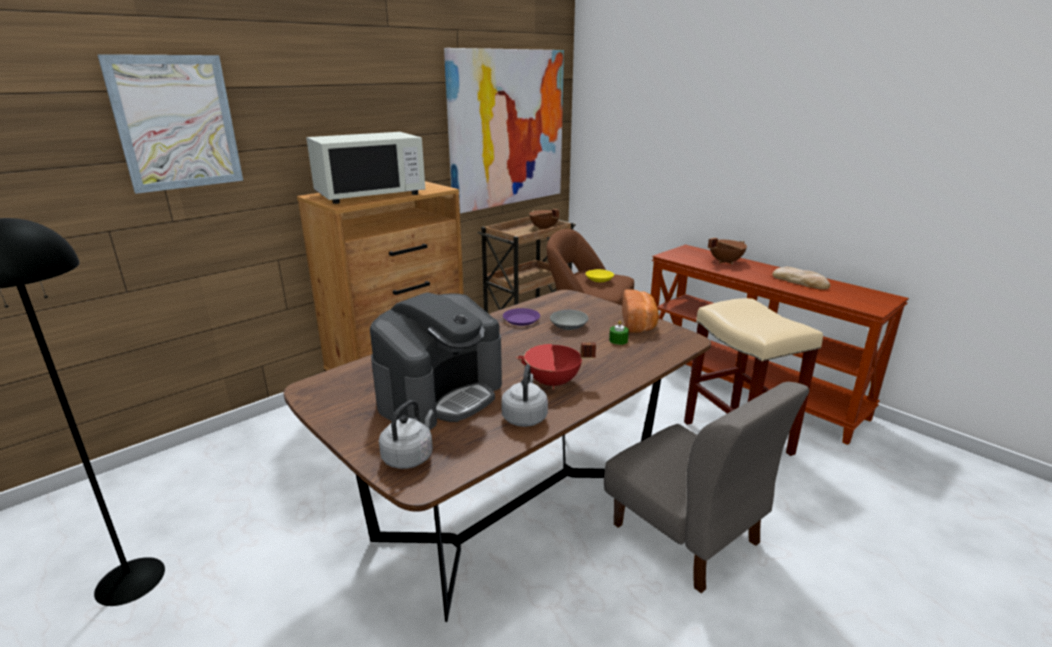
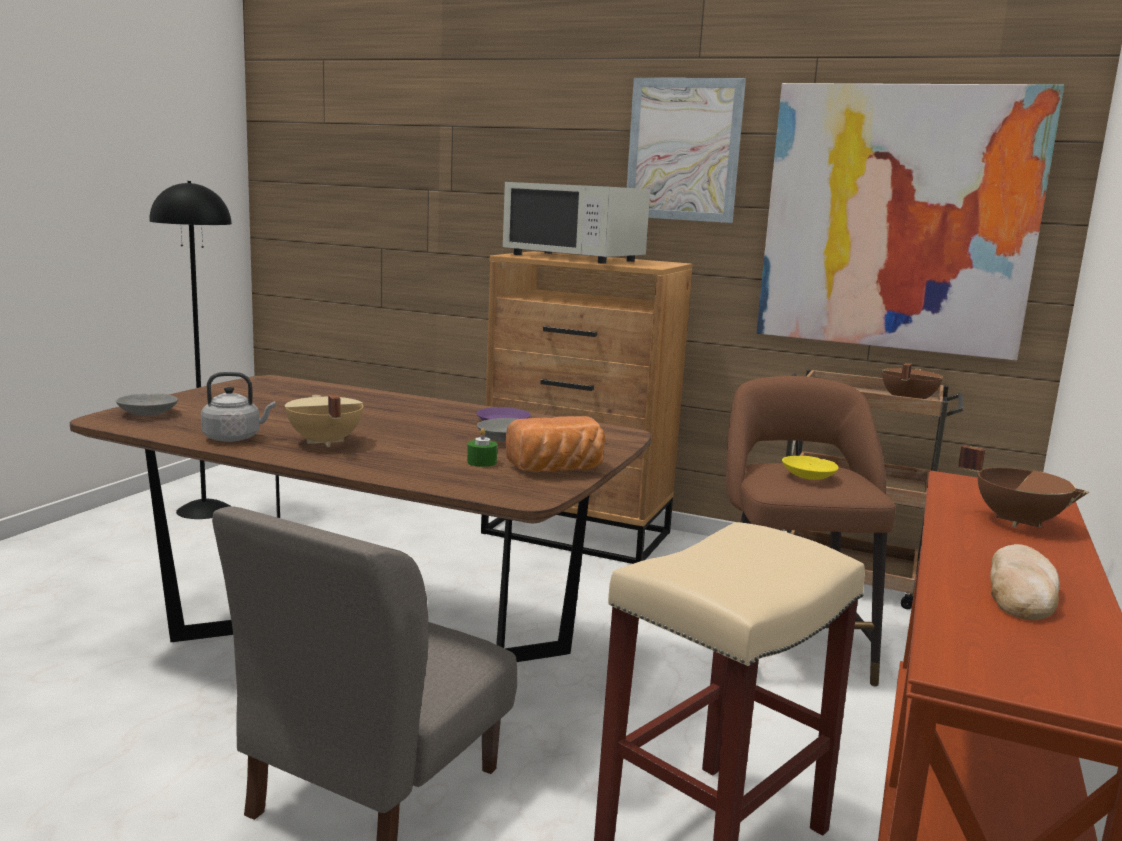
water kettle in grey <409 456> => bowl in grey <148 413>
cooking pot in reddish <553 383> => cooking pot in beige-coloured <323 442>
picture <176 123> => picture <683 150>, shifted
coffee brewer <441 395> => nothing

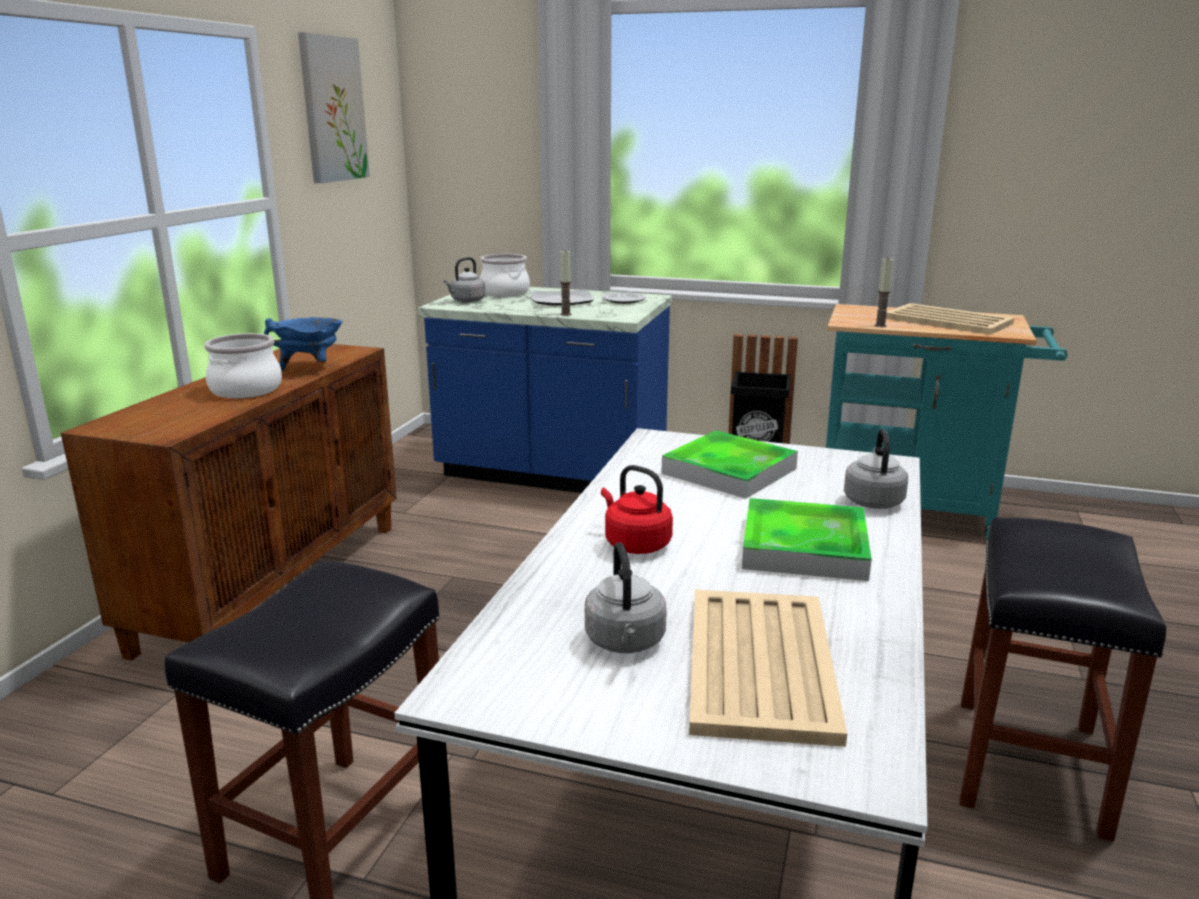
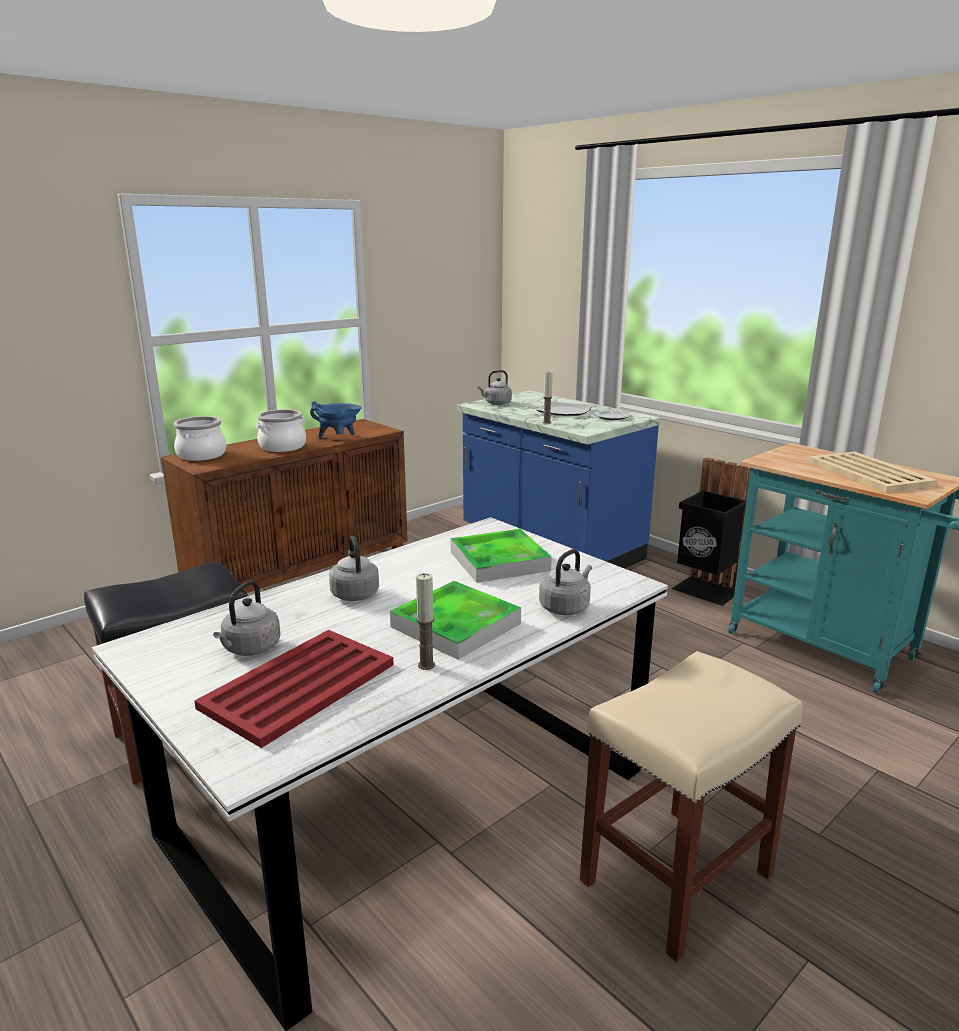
cooking pot <505 293> => cooking pot <202 455>, shifted
tray in beige-coloured <759 665> => tray in reddish <297 686>
water kettle in reddish <635 544> => water kettle in grey <354 593>
candle <880 326> => candle <426 665>, shifted
stool in black-coloured <1031 767> => stool in beige-coloured <676 880>
picture <332 109> => nothing

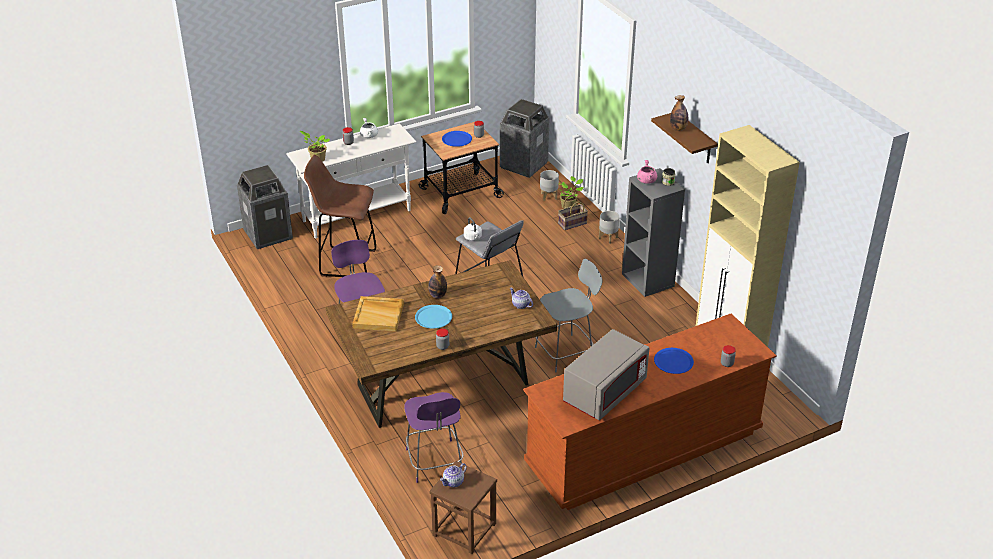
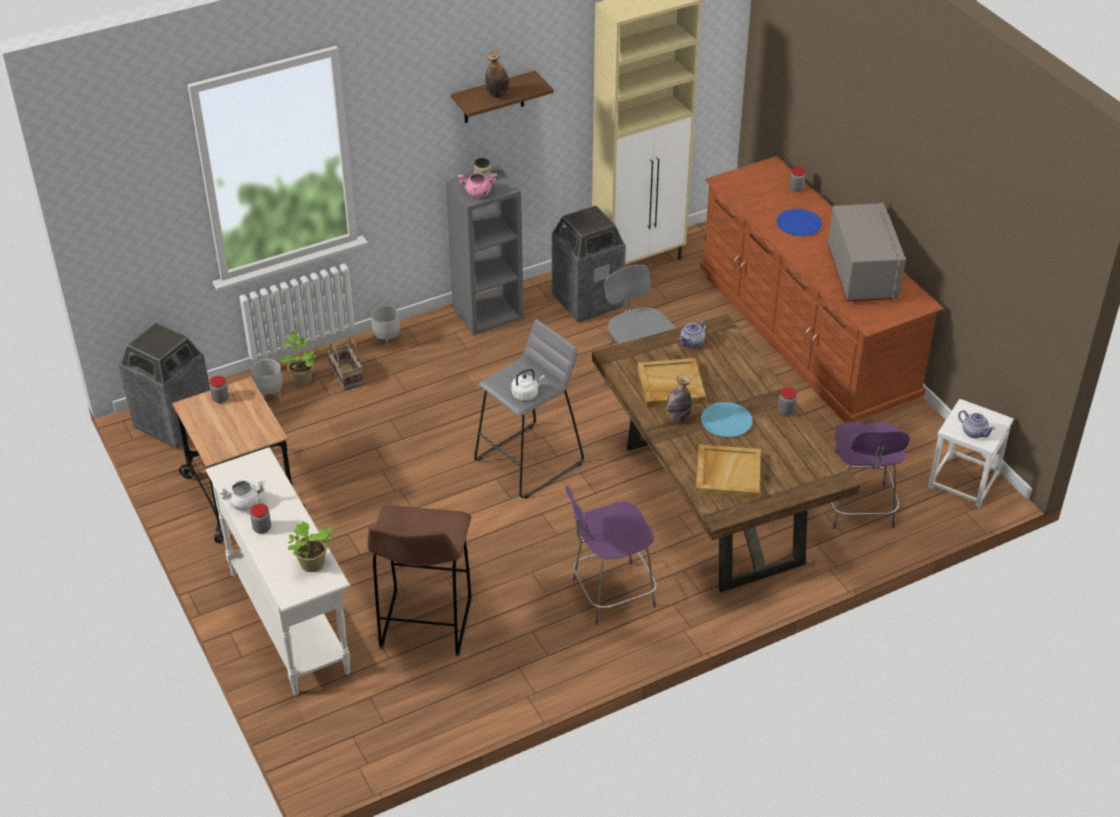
rubbish bin <268 234> => rubbish bin <587 300>, shifted
nothing => tray in beige-coloured <670 386>
microwave in grey <605 392> => microwave in grey <861 274>, 45 degrees clockwise
upright chair in purple-coloured <434 463> => upright chair in purple-coloured <859 509>, 105 degrees clockwise
stool in brownish <465 529> => stool in white-coloured <962 480>
plate in blue-coloured <457 139> => nothing

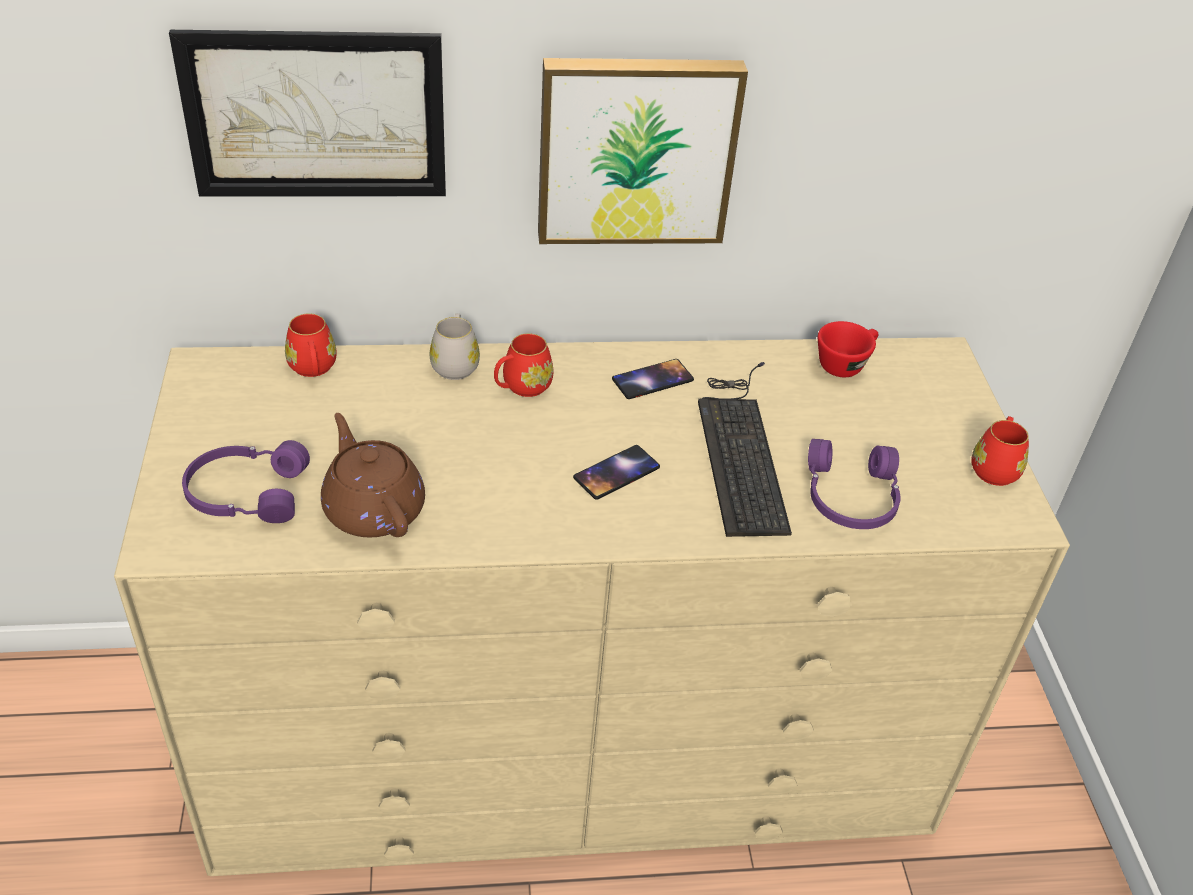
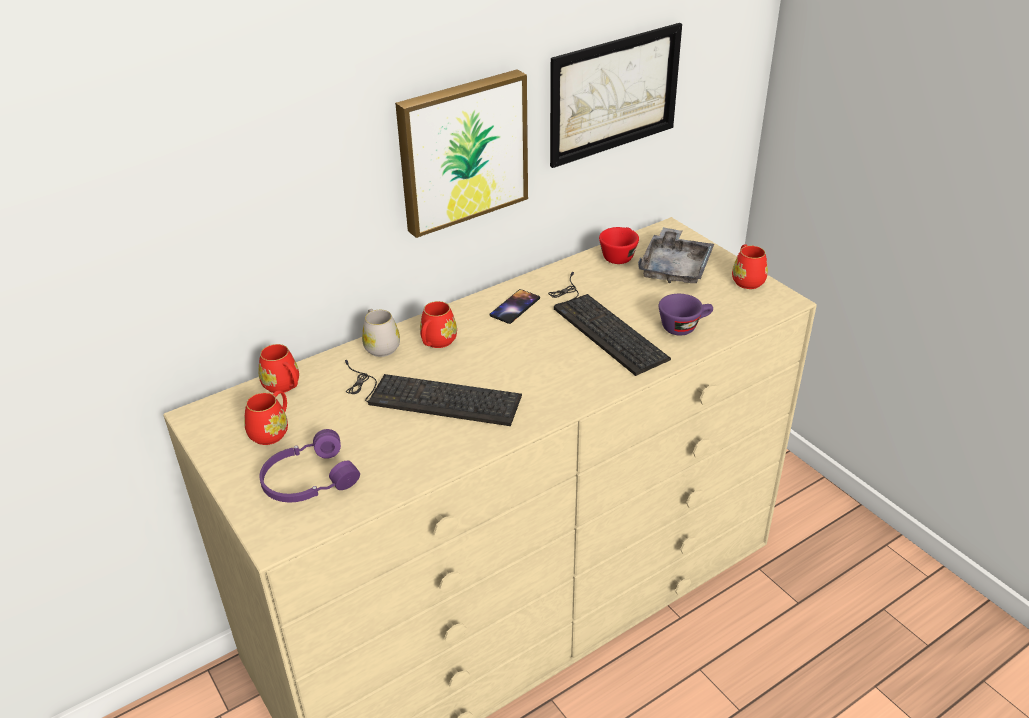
nothing => coffee mug in reddish <272 431>
nothing => computer keyboard <427 396>
picture <316 115> => picture <614 94>, shifted
nothing => tray in grey <675 268>
headset in purple-coloured <849 497> => drinking cup in purple-coloured <684 326>
tea pot in brownish <373 509> => nothing
handset <617 473> => nothing

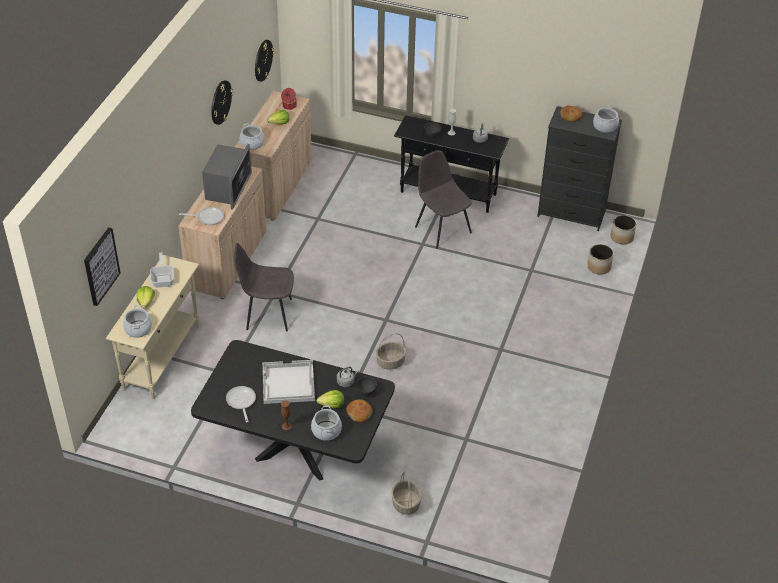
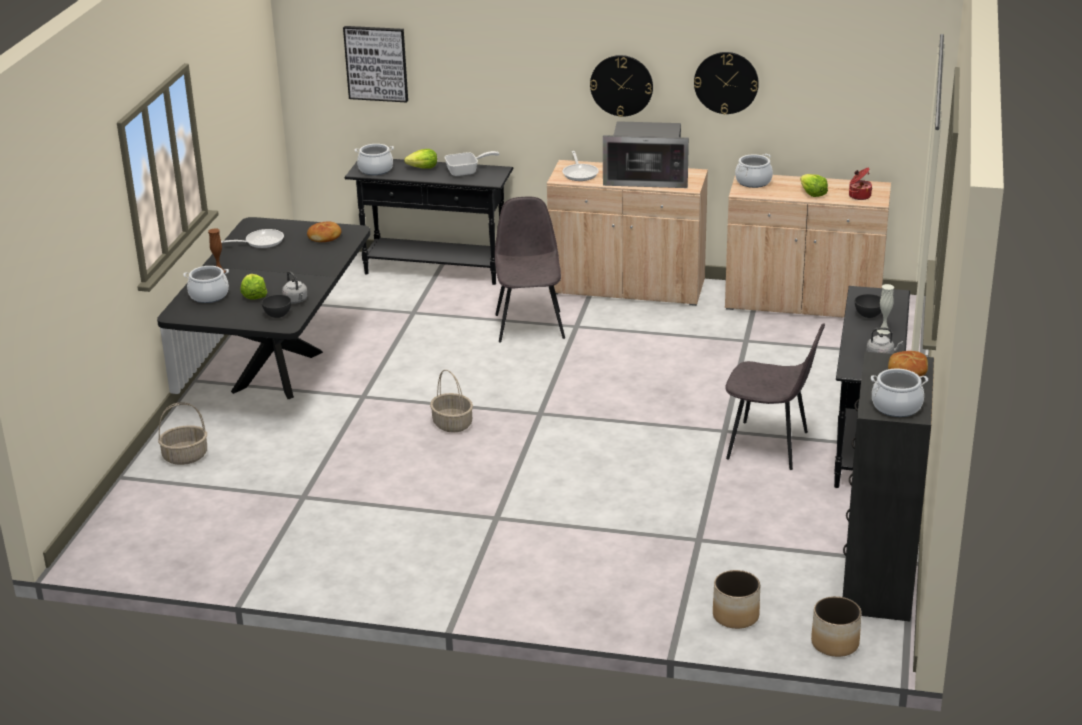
bread <359 413> => bread <325 237>, shifted
hall table in beige-coloured <162 357> => hall table in black-coloured <435 270>
hanging clock <263 60> => hanging clock <621 85>, shifted
upright chair in grey <442 229> => upright chair in grey <770 446>, 60 degrees clockwise
tray in white-coloured <288 383> => nothing

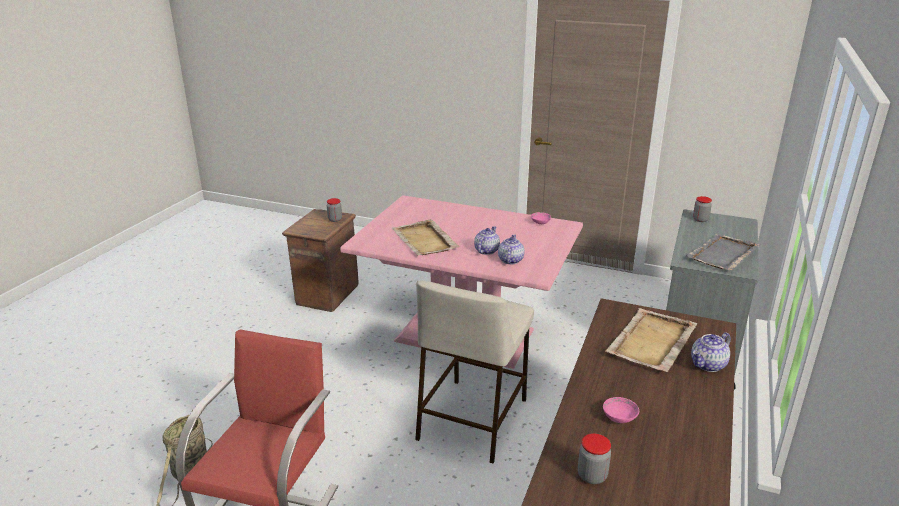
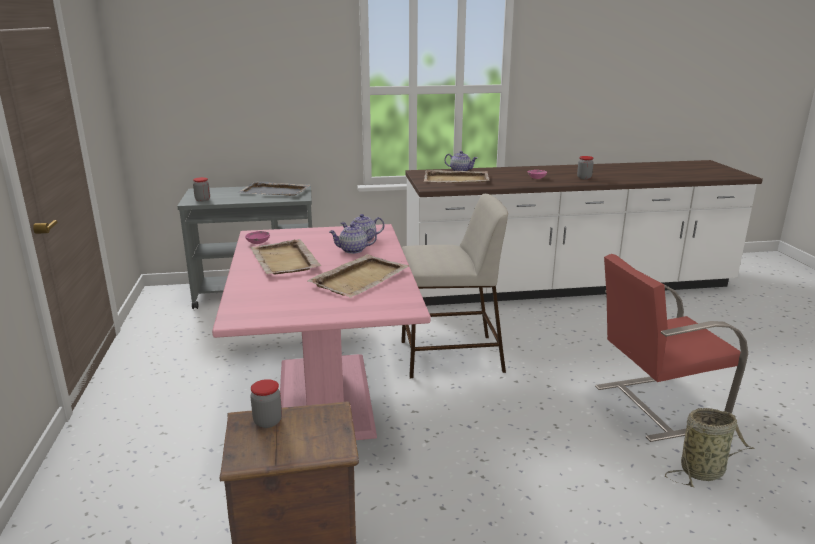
nothing => tray in beige-coloured <284 260>

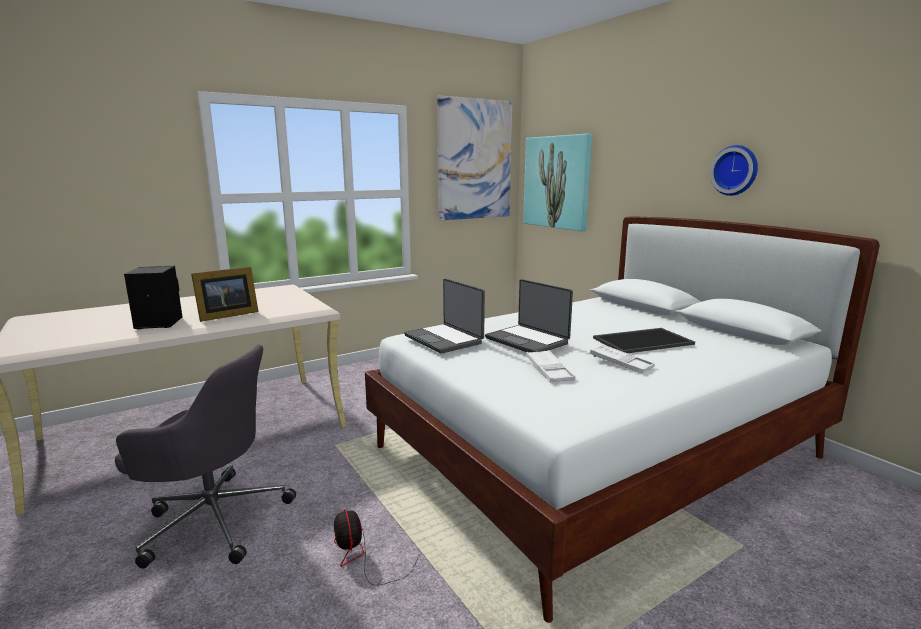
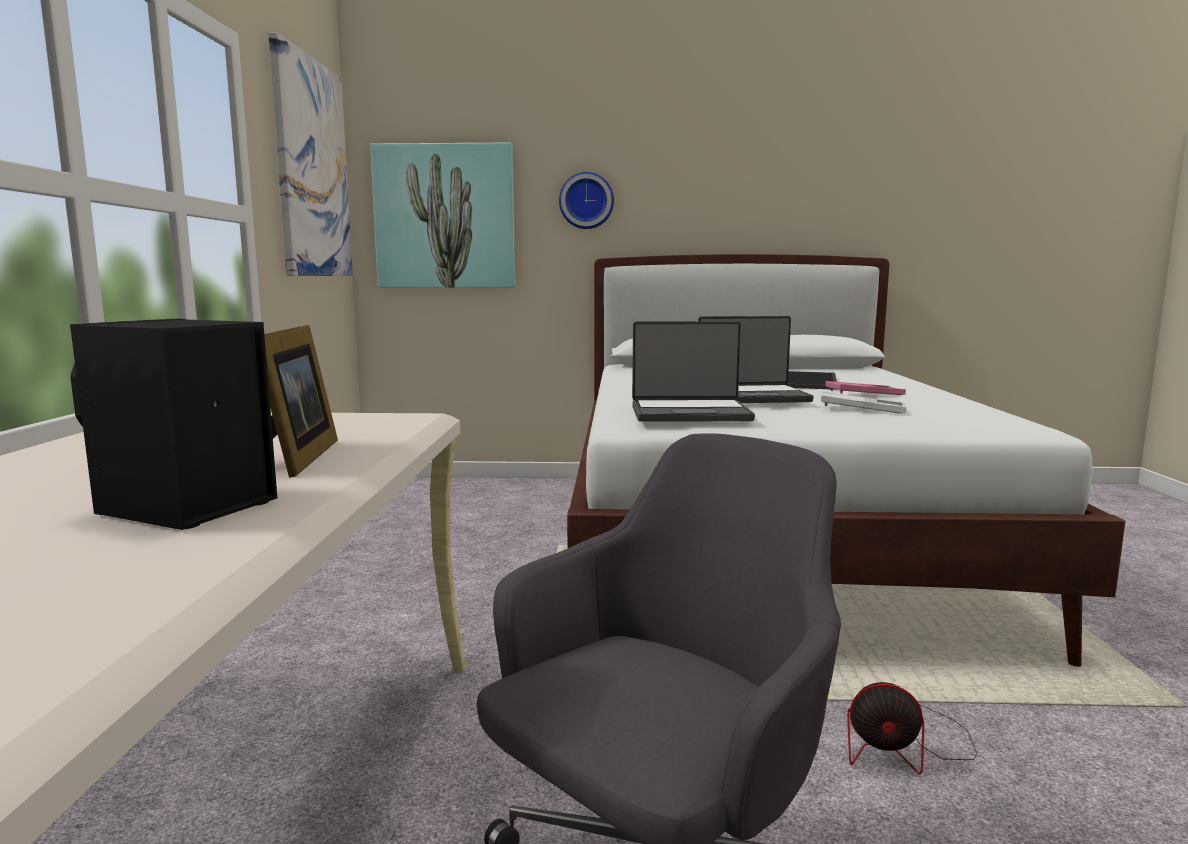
hanging clock <735 170> => hanging clock <586 201>, shifted
tray in white-coloured <621 363> => tray in pink <864 394>

